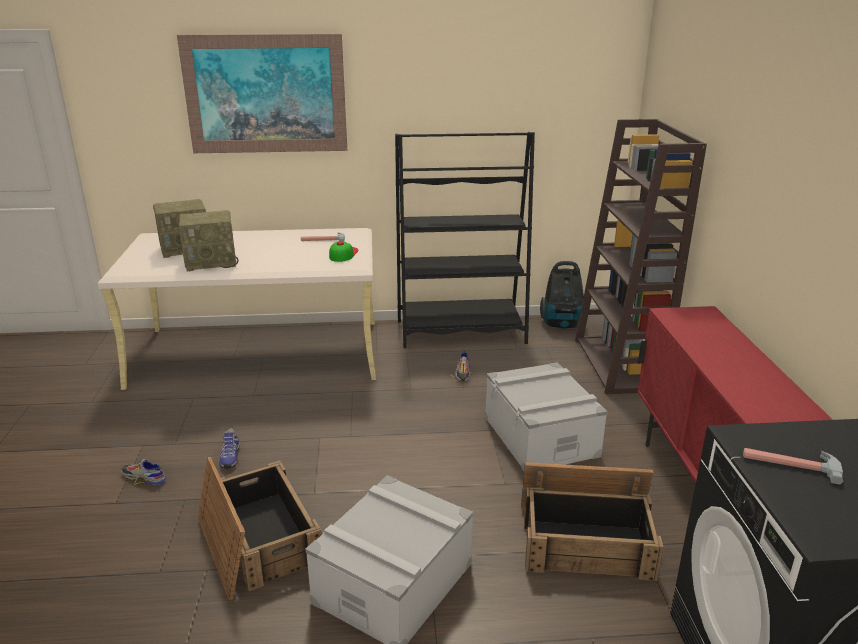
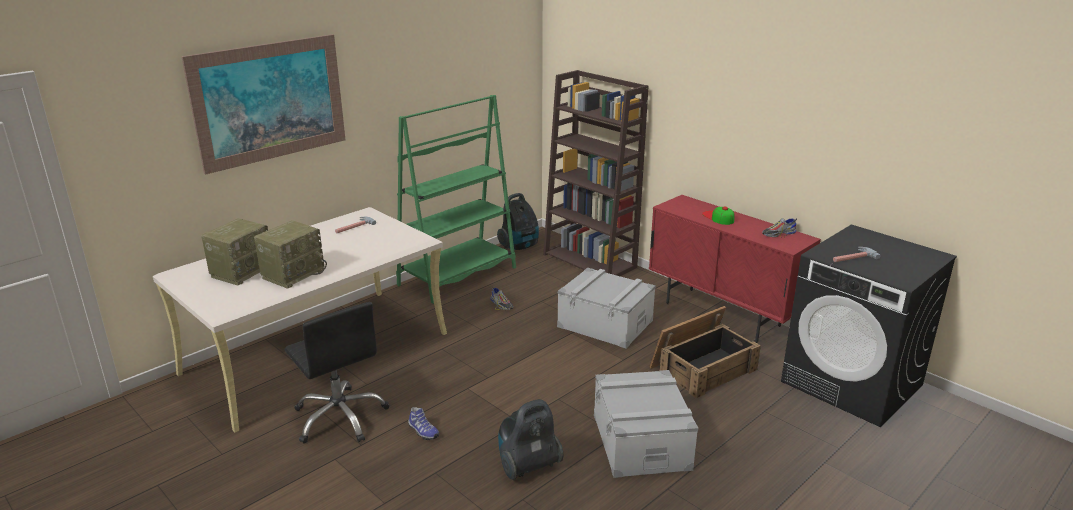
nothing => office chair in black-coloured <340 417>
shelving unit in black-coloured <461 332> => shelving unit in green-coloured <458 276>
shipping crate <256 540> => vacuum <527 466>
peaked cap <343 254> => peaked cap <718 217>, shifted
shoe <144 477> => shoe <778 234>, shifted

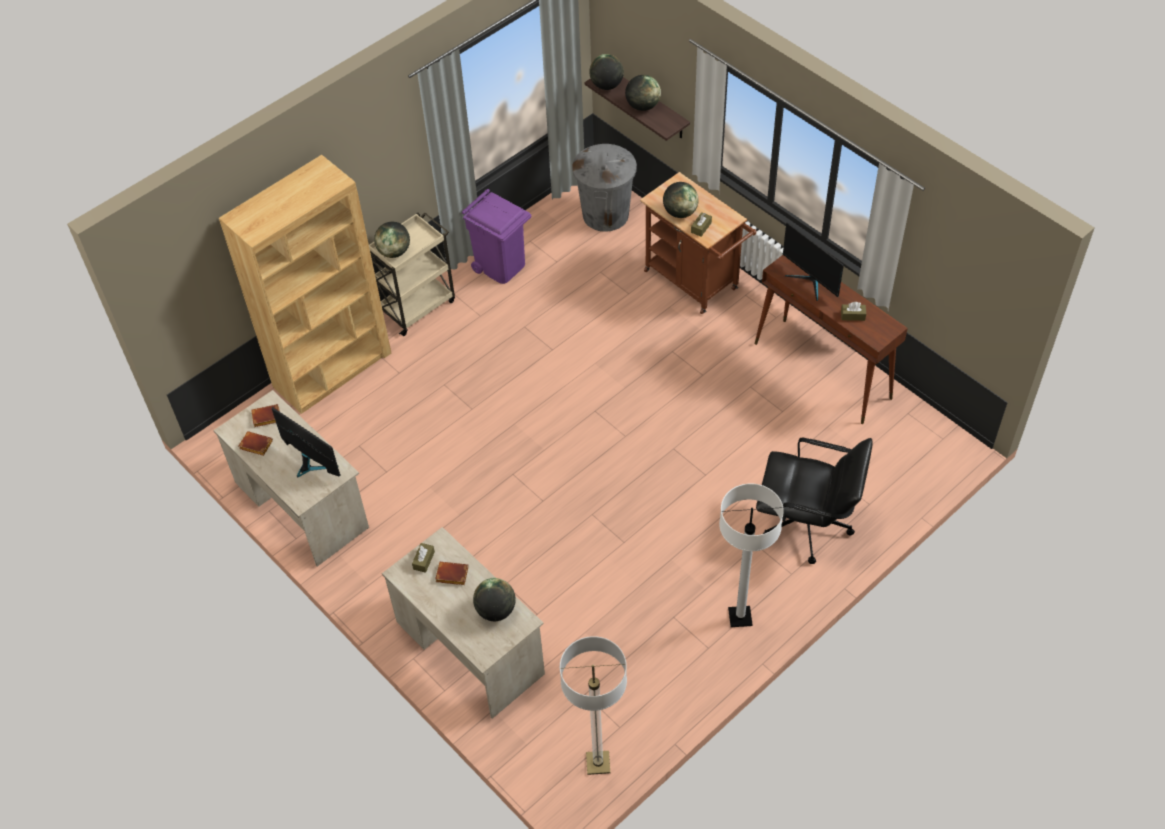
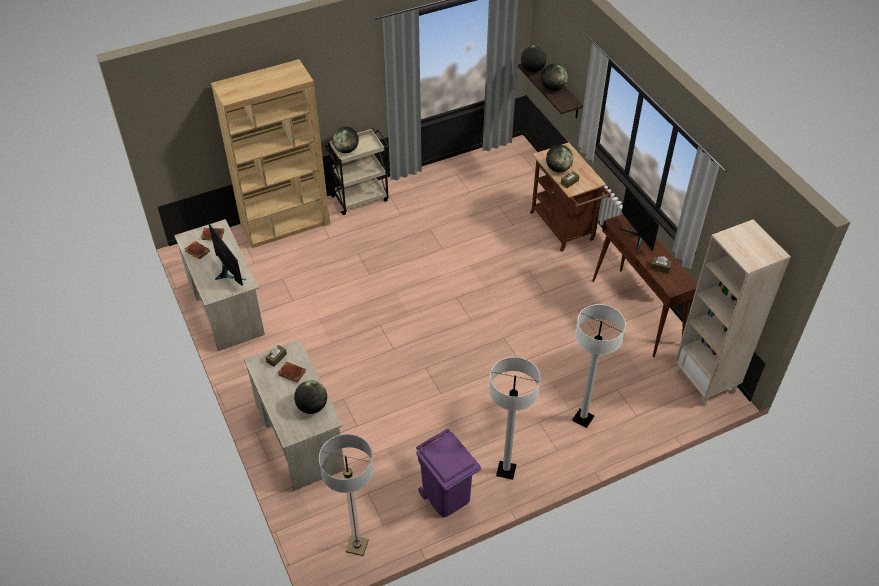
rubbish bin in purple-coloured <501 266> => rubbish bin in purple-coloured <447 496>, shifted
office chair in black-coloured <807 525> => floor lamp in white-coloured <583 418>
nothing => shelving unit in beige-coloured <705 382>
rubbish bin in grey <606 214> => nothing

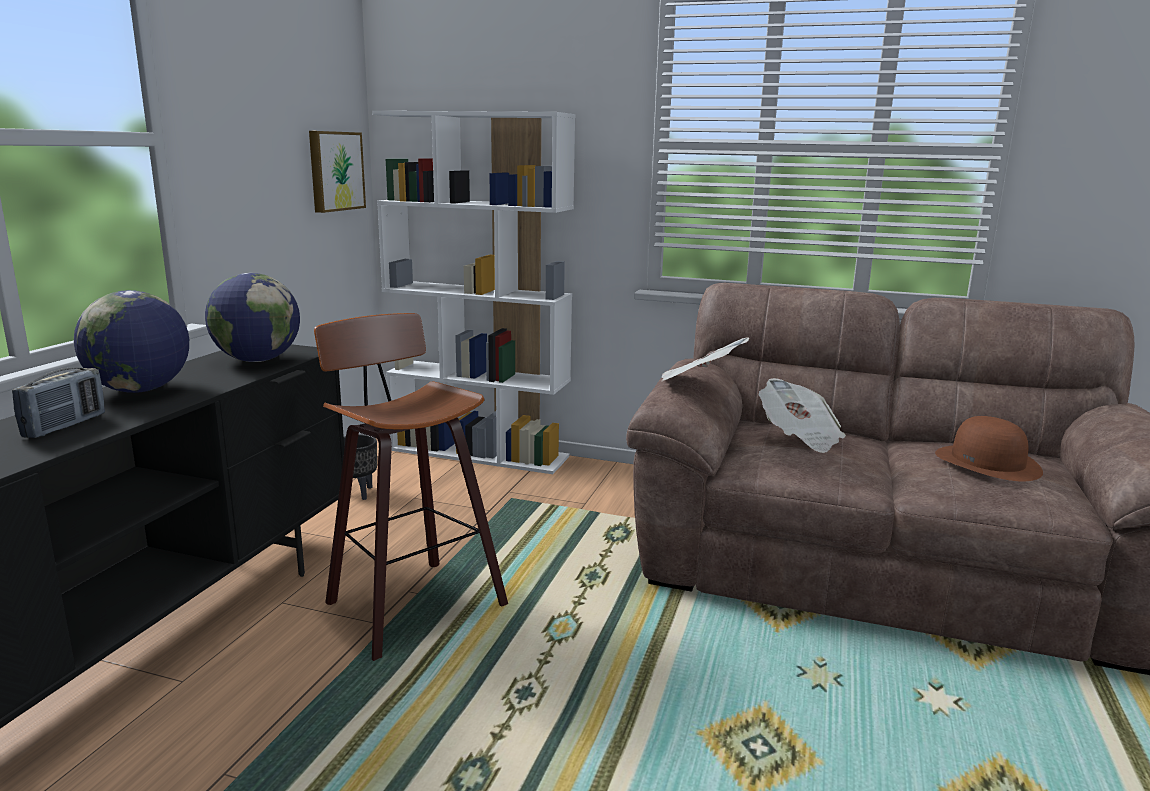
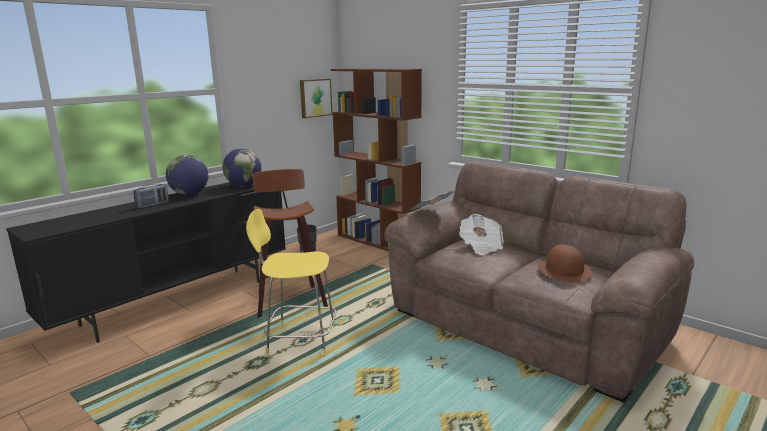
nothing => stool in yellow <299 340>
shelving unit in white-coloured <480 453> => shelving unit in brownish <378 241>

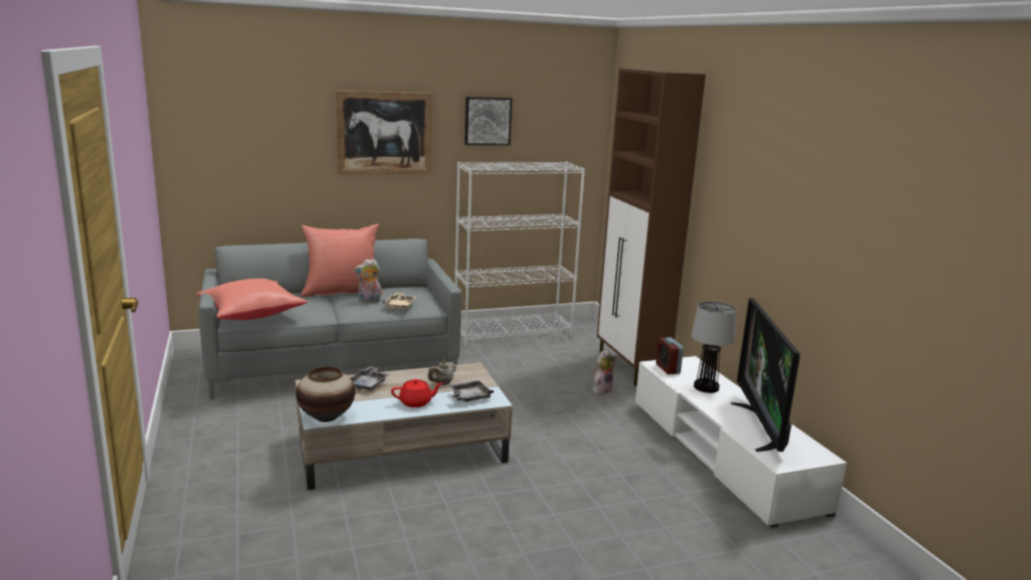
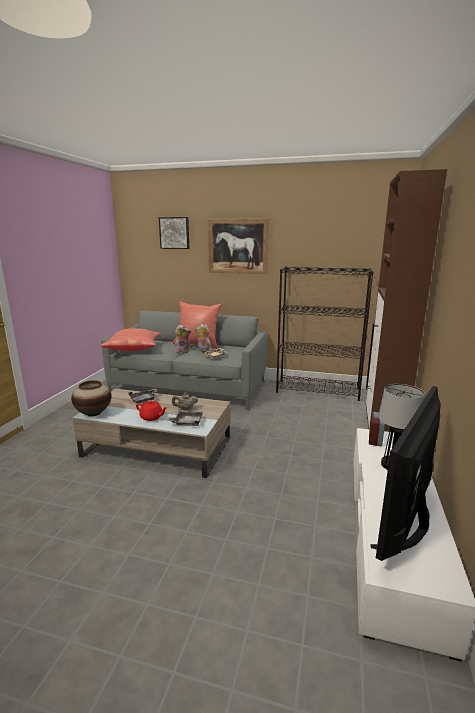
picture <487 121> => picture <174 233>, shifted
soft toy <601 390> => soft toy <183 351>, shifted
shelving unit in white-coloured <513 333> => shelving unit in black-coloured <318 390>

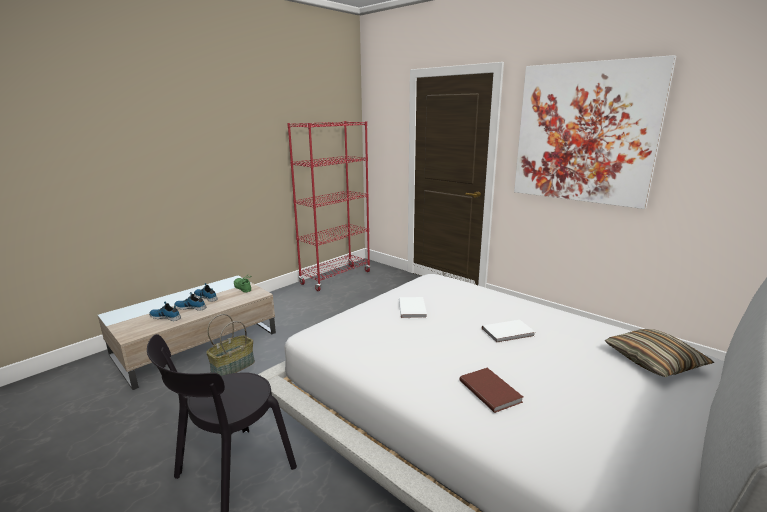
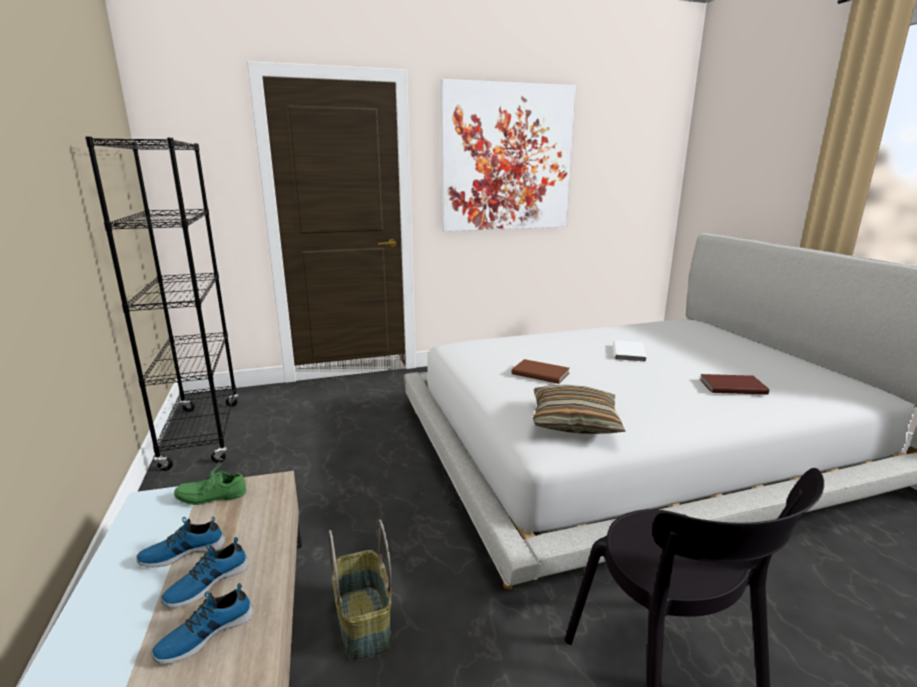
shelving unit in reddish <336 278> => shelving unit in black-coloured <203 434>
volume in white-coloured <413 309> => volume in brownish <540 373>
pillow <654 361> => pillow <574 421>, shifted

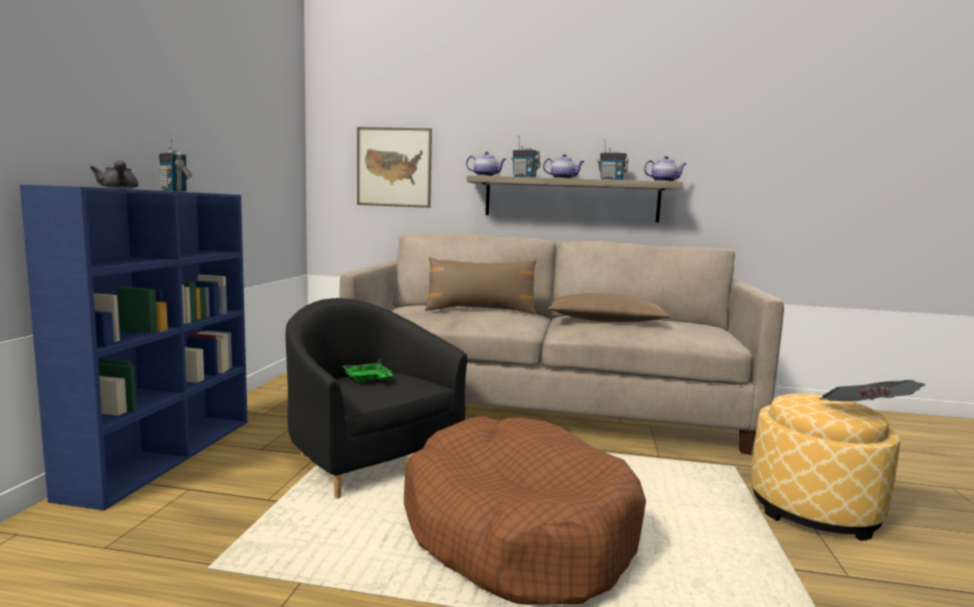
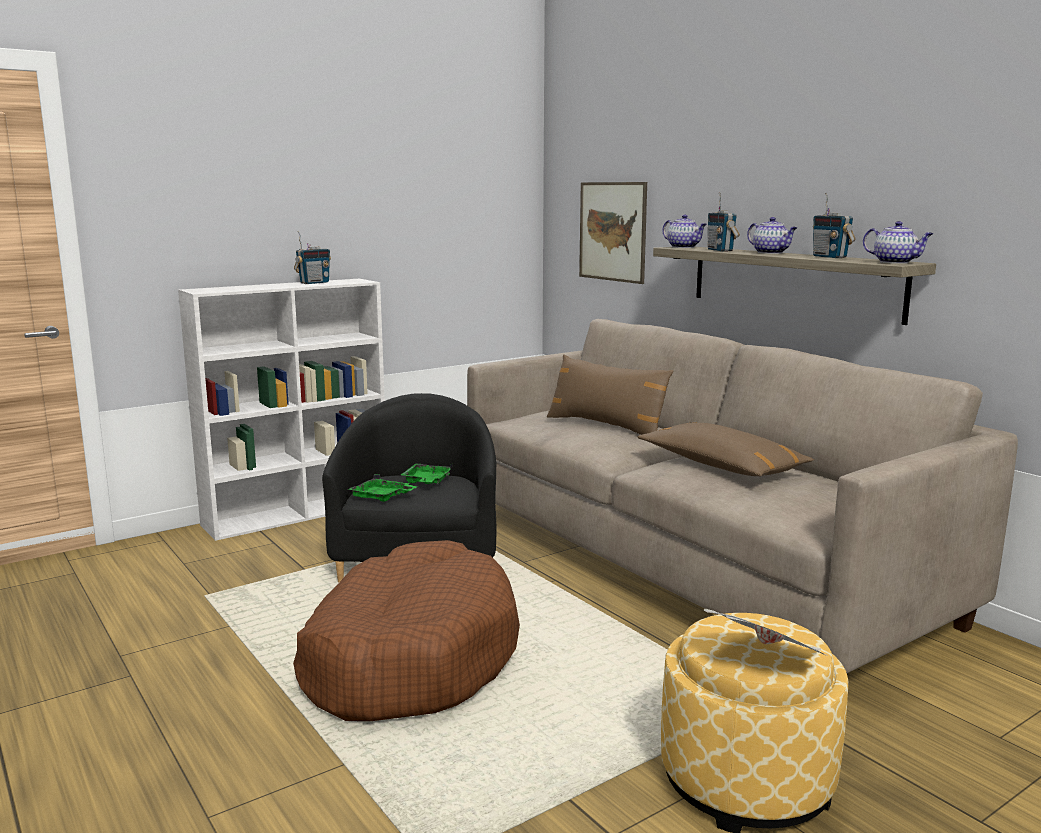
shelving unit in blue-coloured <165 455> => shelving unit in white-coloured <299 513>
radio receiver <175 191> => radio receiver <314 283>, 135 degrees counterclockwise
nothing => tray in green-coloured <382 497>
tea pot in grey <118 188> => nothing

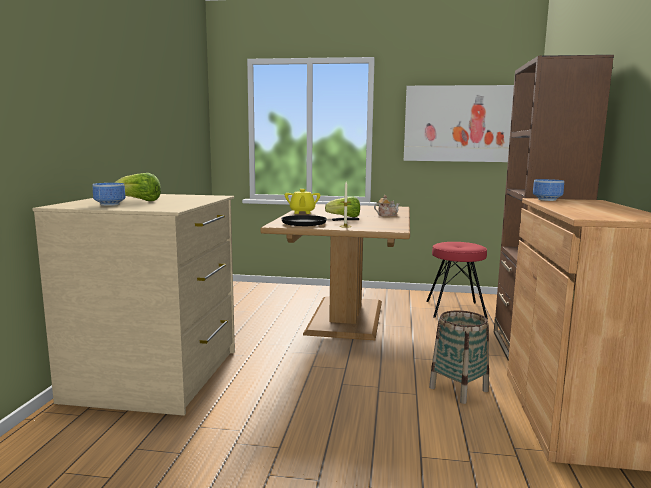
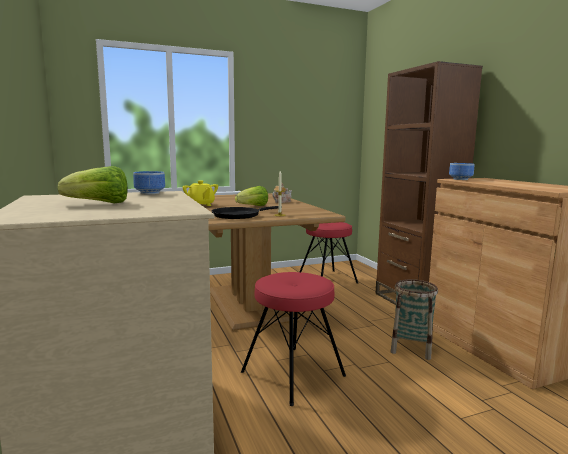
bowl <109 204> => bowl <150 193>, shifted
nothing => stool in reddish <292 374>
picture <460 124> => nothing

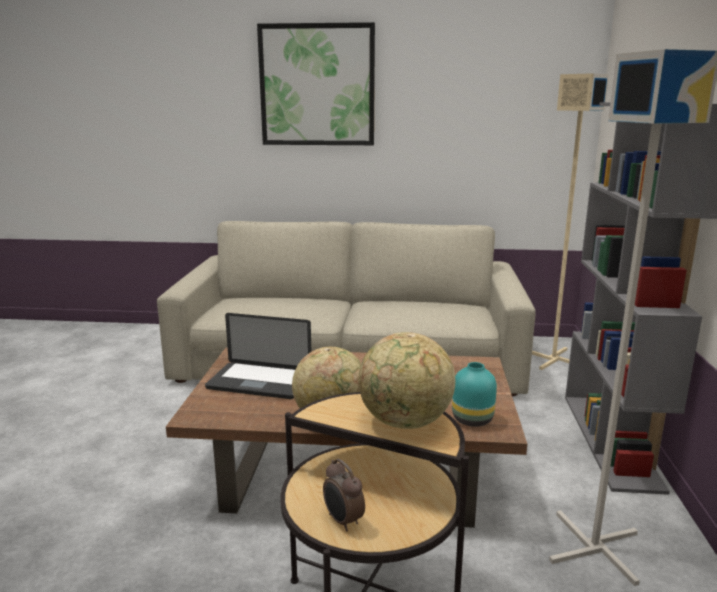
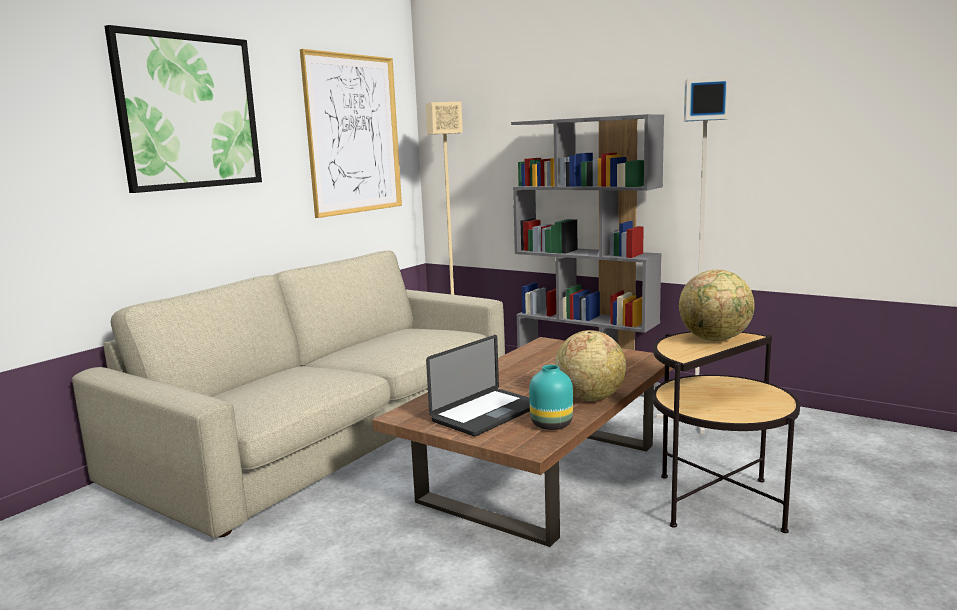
nothing => picture <353 134>
decorative vase in turquoise <471 420> => decorative vase in turquoise <551 425>, shifted
bedside clock <343 521> => nothing

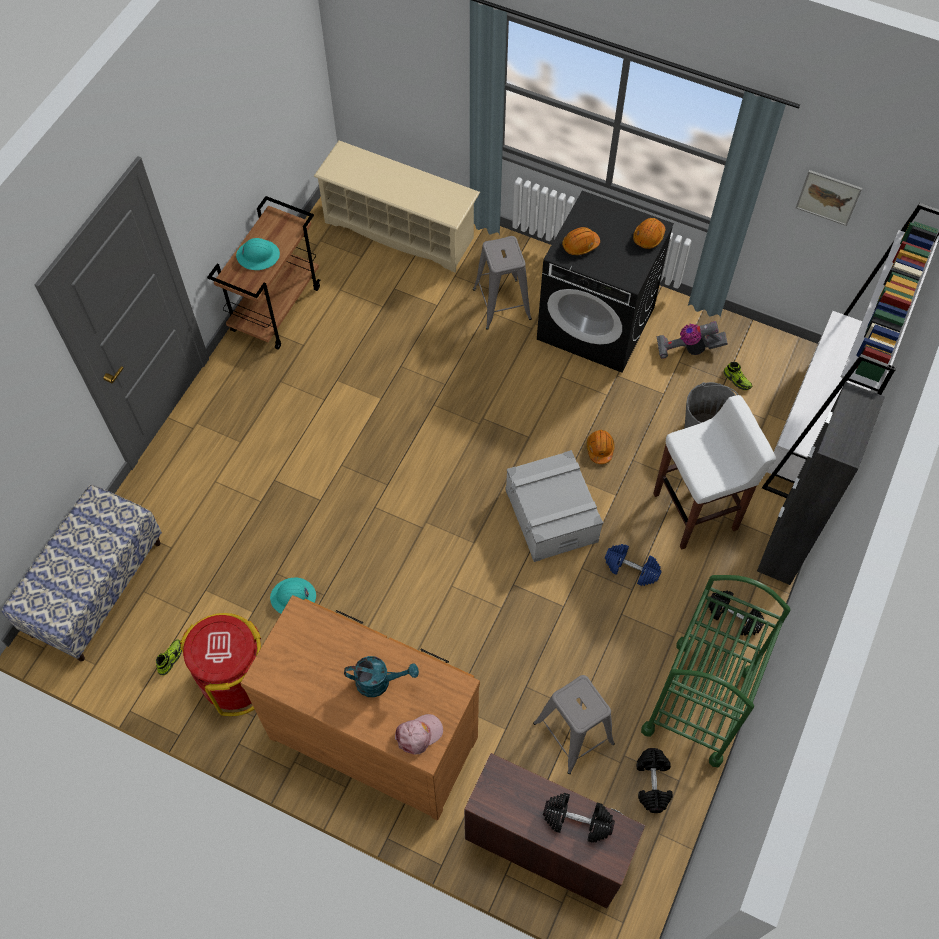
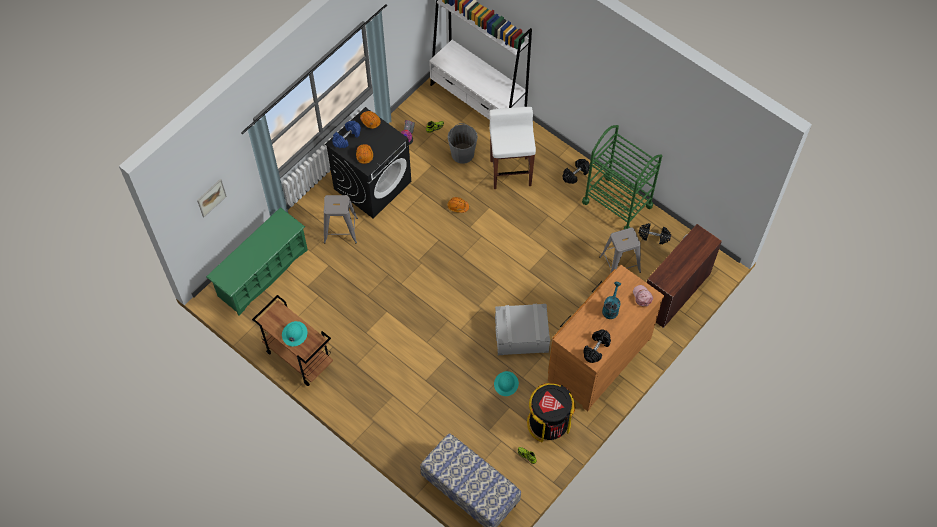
picture <828 197> => picture <211 197>, shifted
shoe shelf in beige-coloured <400 230> => shoe shelf in green-coloured <262 273>
dumbbell in blue-coloured <631 569> => dumbbell in blue-coloured <347 138>, shifted
storage box in grey <551 516> => storage box in grey <521 335>, shifted
rubbish bin in reddish <236 679> => rubbish bin in black-coloured <548 422>
dumbbell in black-coloured <577 820> => dumbbell in black-coloured <596 348>, shifted
cupboard in black-coloured <785 546> => nothing

